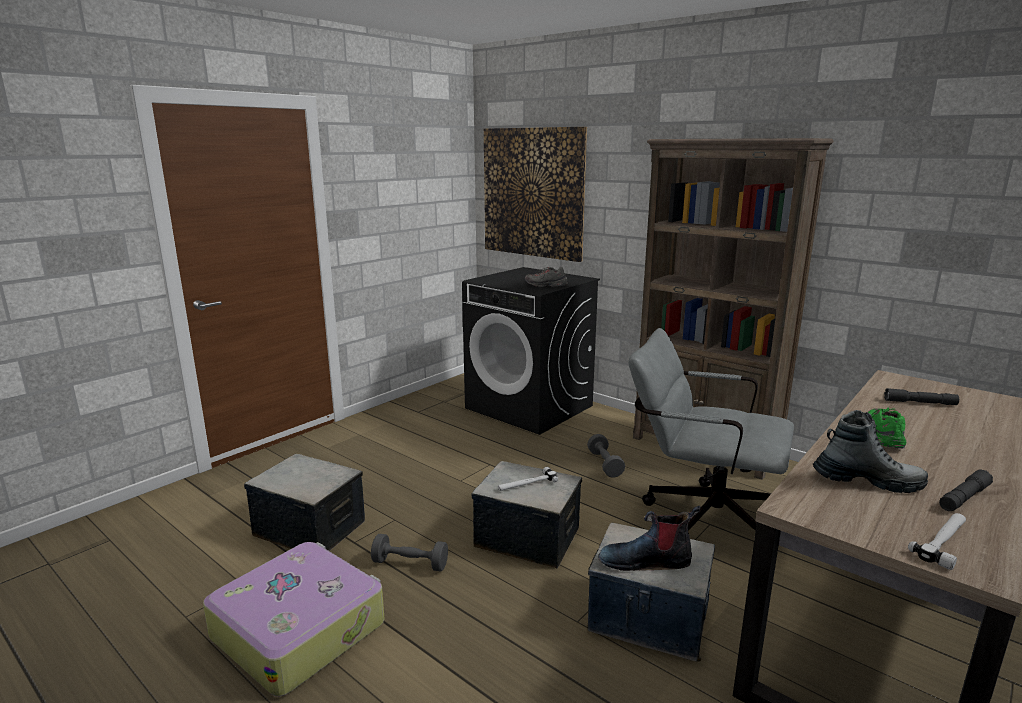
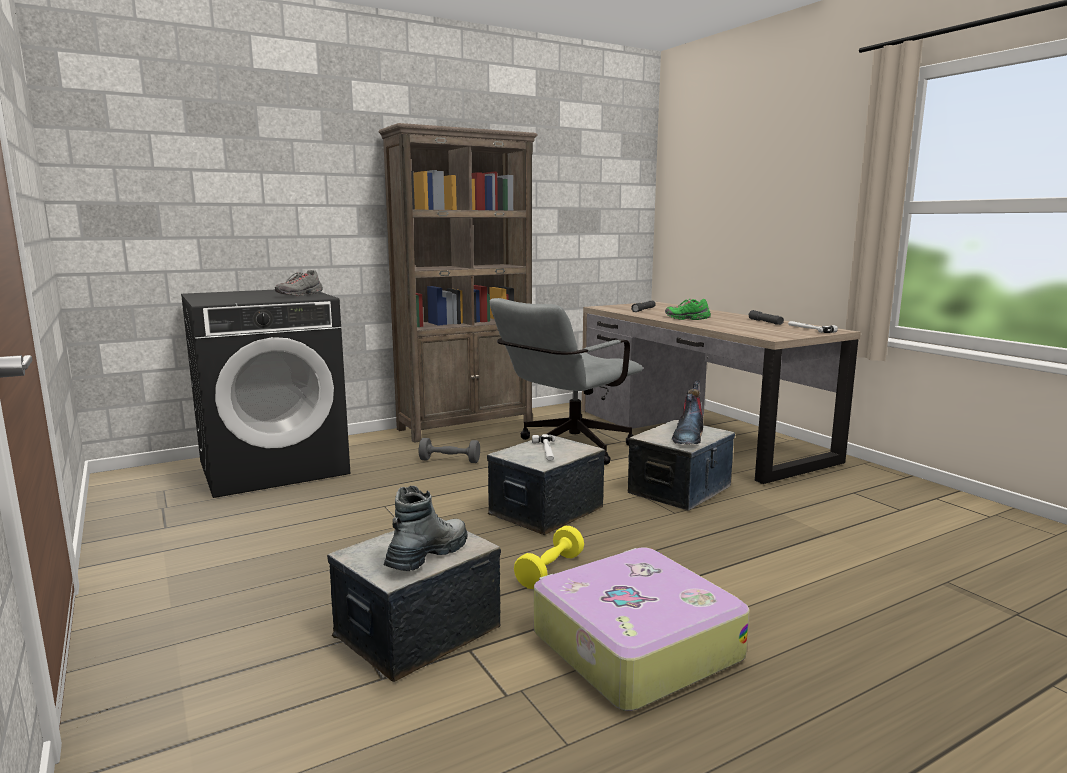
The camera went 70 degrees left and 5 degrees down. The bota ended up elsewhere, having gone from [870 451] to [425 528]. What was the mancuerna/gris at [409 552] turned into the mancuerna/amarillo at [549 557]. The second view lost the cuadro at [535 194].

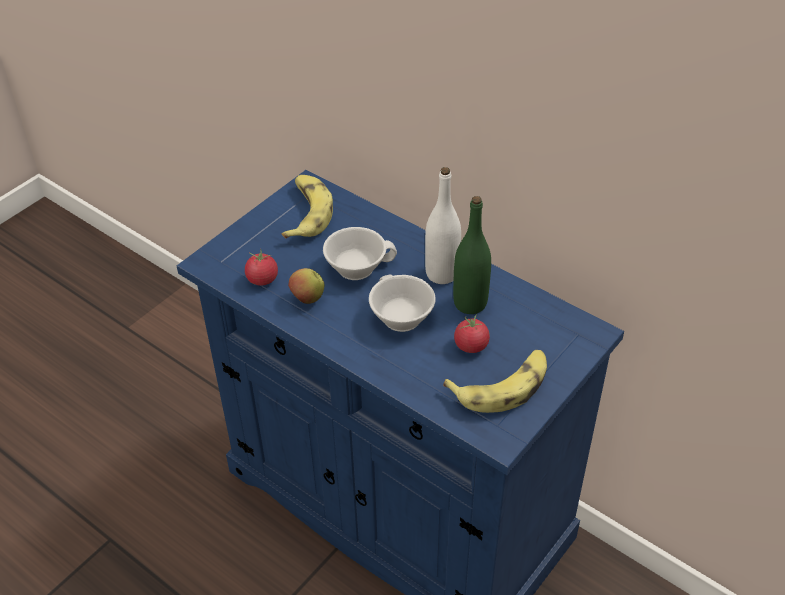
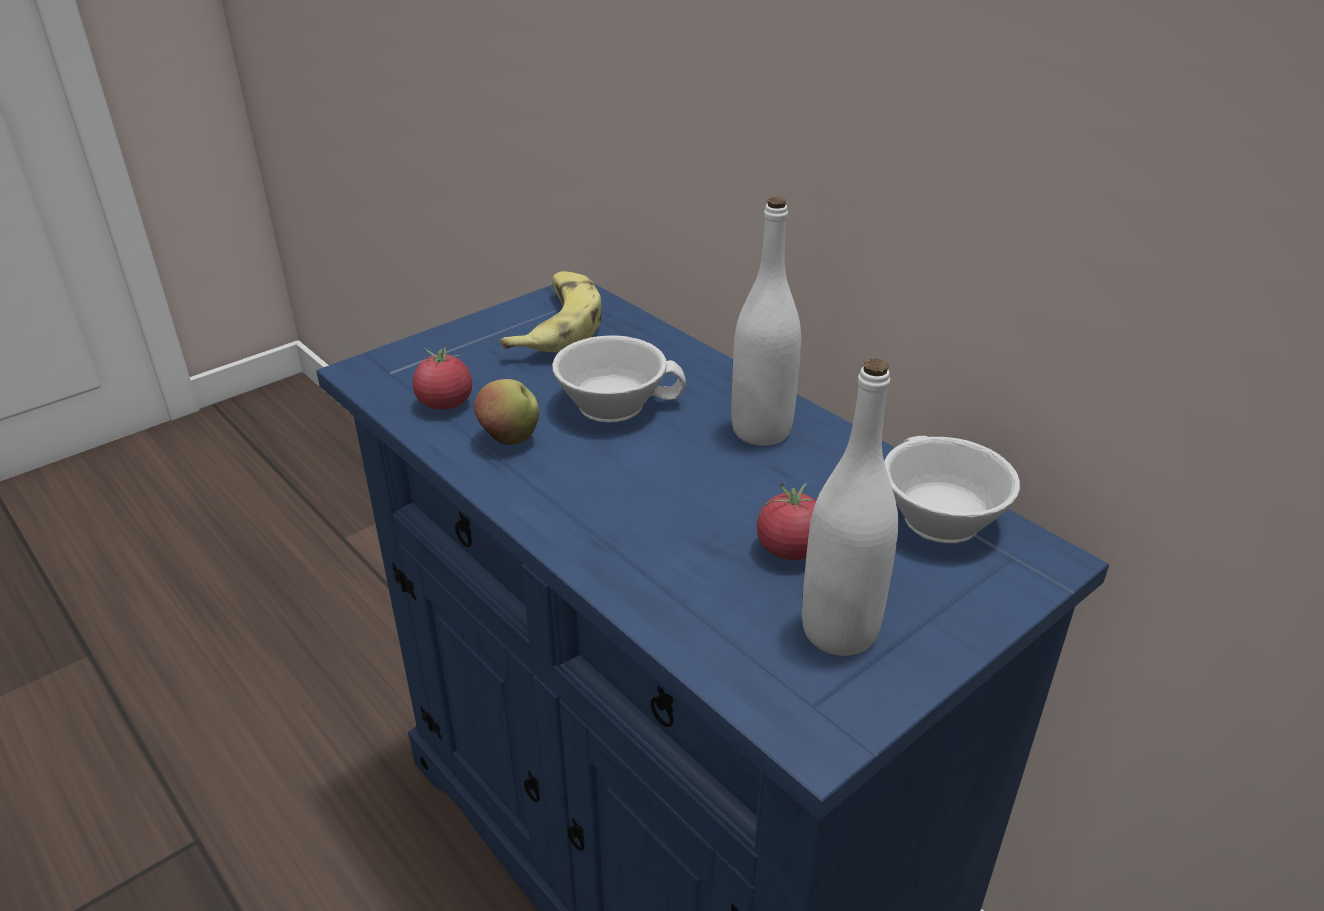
The camera went 10 degrees right and 10 degrees down. Where the plátano stood at [495 381], the botella/blanco came to stand at [850 507]. The taza/blanco ended up elsewhere, having gone from [402 303] to [952 489]. The second view lost the botella/verde at [472 255].

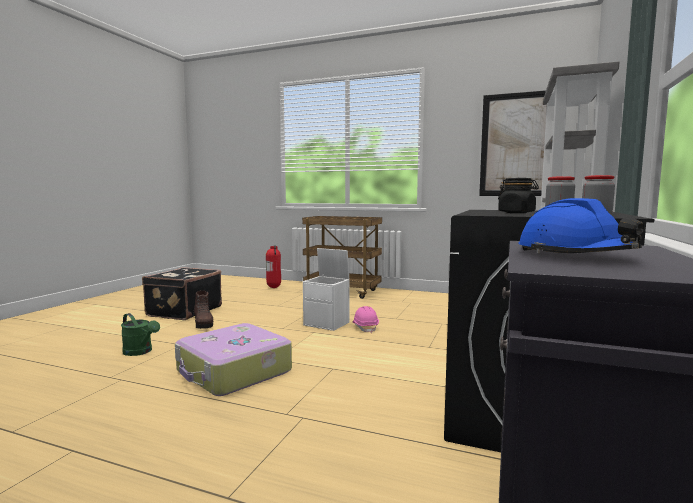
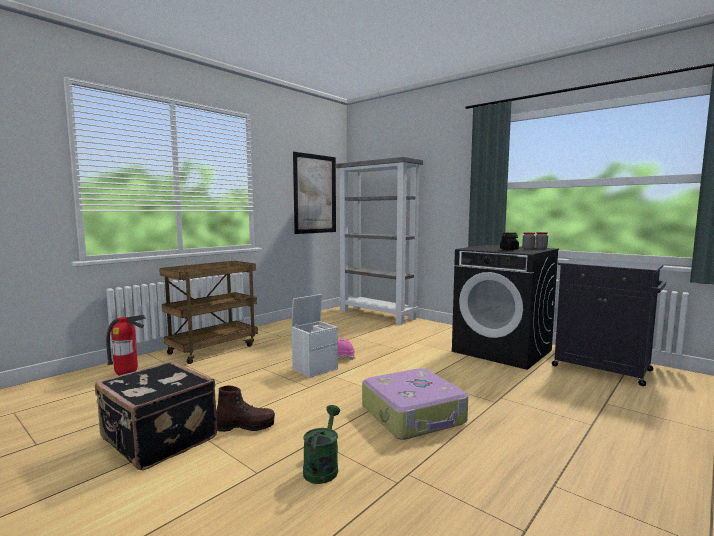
The camera went 70 degrees left and 0 degrees up. The regadera/verde at [140 334] ended up facing another way, 45 degrees counterclockwise from before. The second view lost the casco/azul at [581 226].

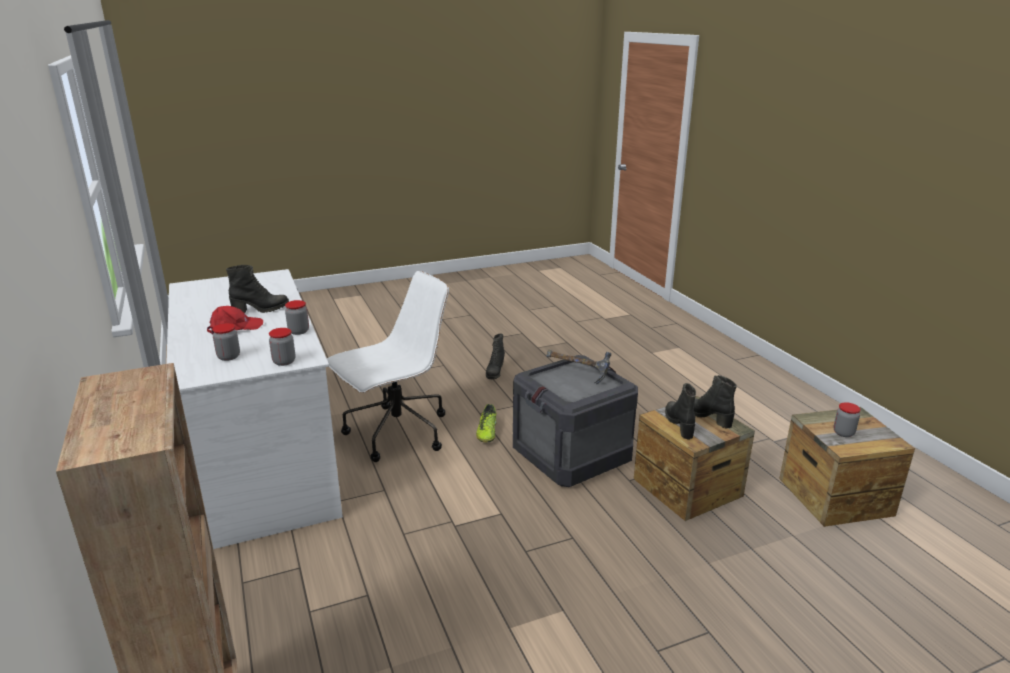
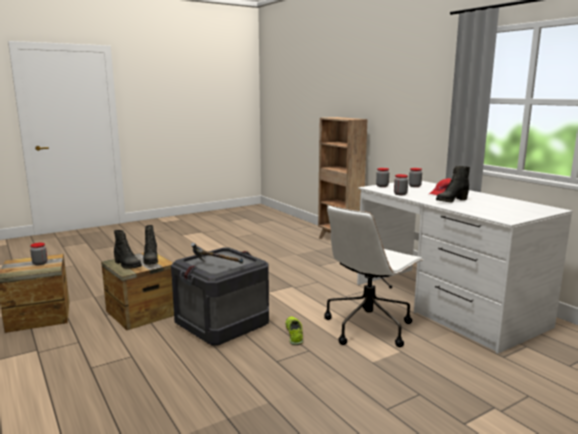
The camera went 170 degrees right and 10 degrees down. The second view lost the bota/negro at [495 356].

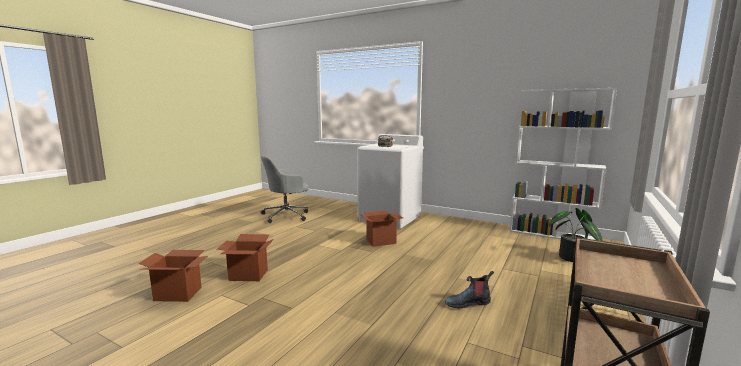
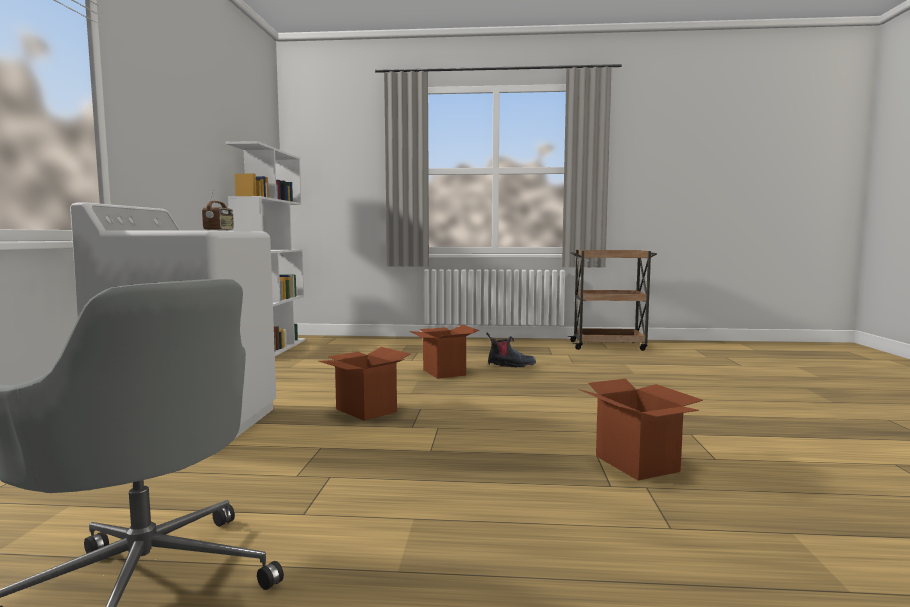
The camera went 115 degrees left and 5 degrees down. The caja de cartón ended up elsewhere, having gone from [173 276] to [444 352]. The bota at [469 289] ended up facing another way, 60 degrees counterclockwise from before. The second view lost the planta en maceta at [576 235].

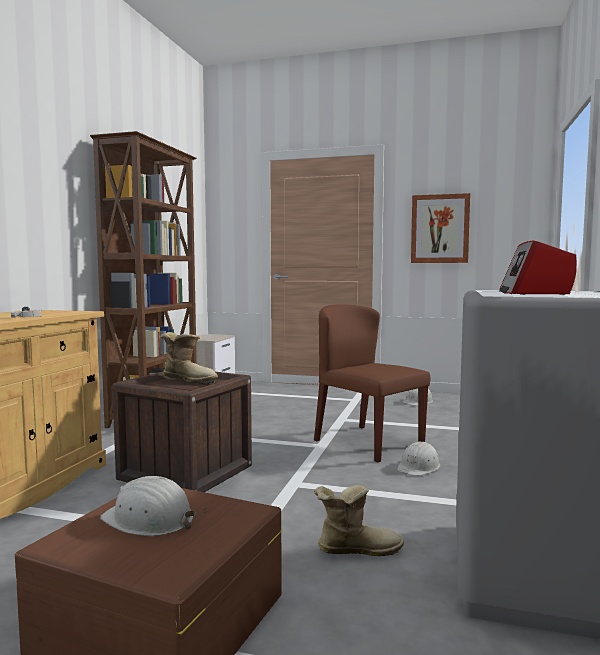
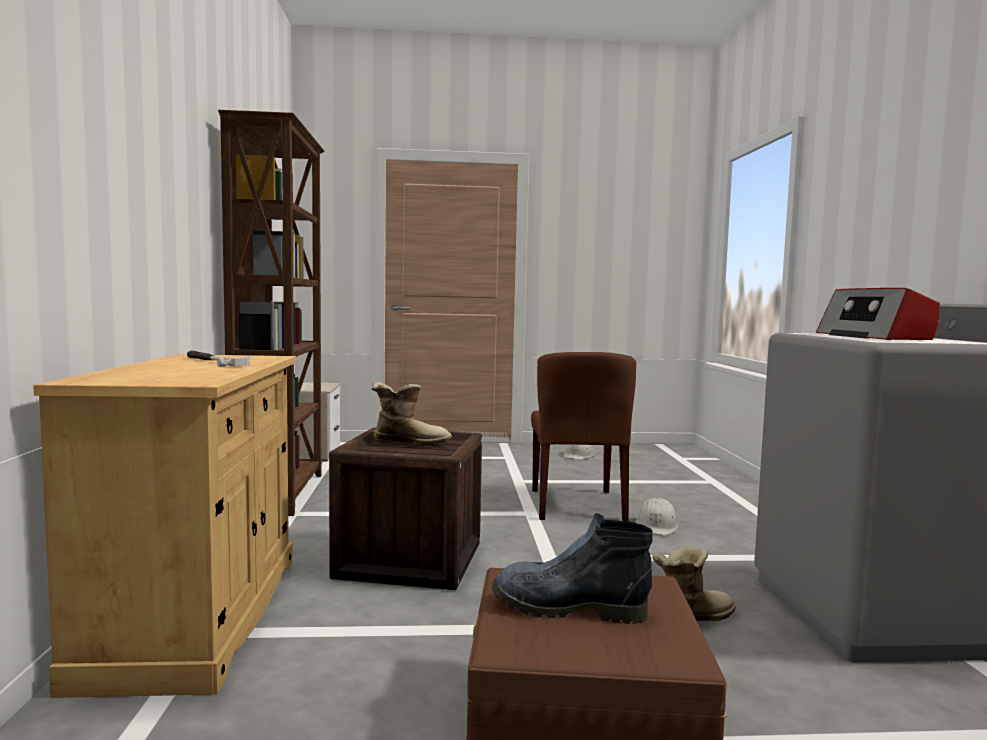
The camera went 20 degrees left and 0 degrees up. Where the casco/blanco stood at [148 506], the bota came to stand at [572 569]. The silla/marrón at [372 383] ended up facing another way, 120 degrees counterclockwise from before. The second view lost the cuadro at [440 228].

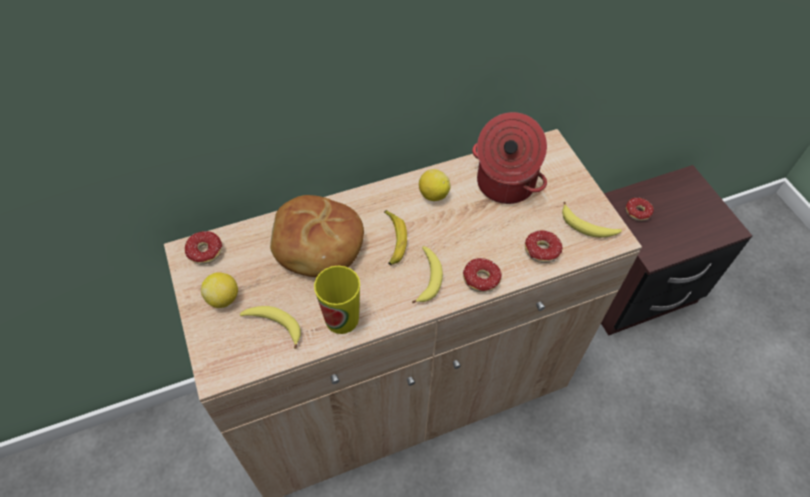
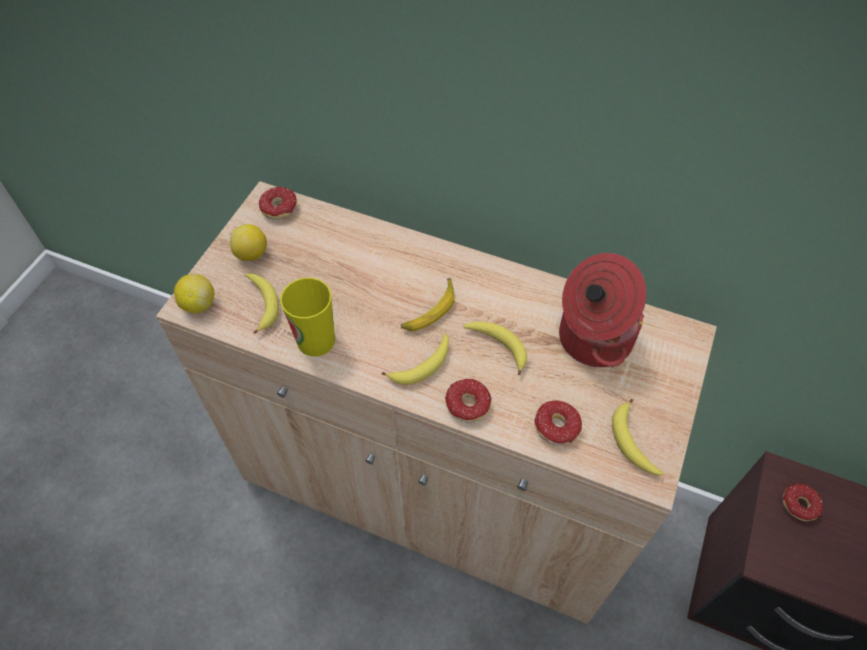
The camera went 45 degrees right and 0 degrees up. The limón ended up elsewhere, having gone from [435 185] to [194 293]. The second view gained the plátano at [495 348]. The second view lost the pan at [317 236].

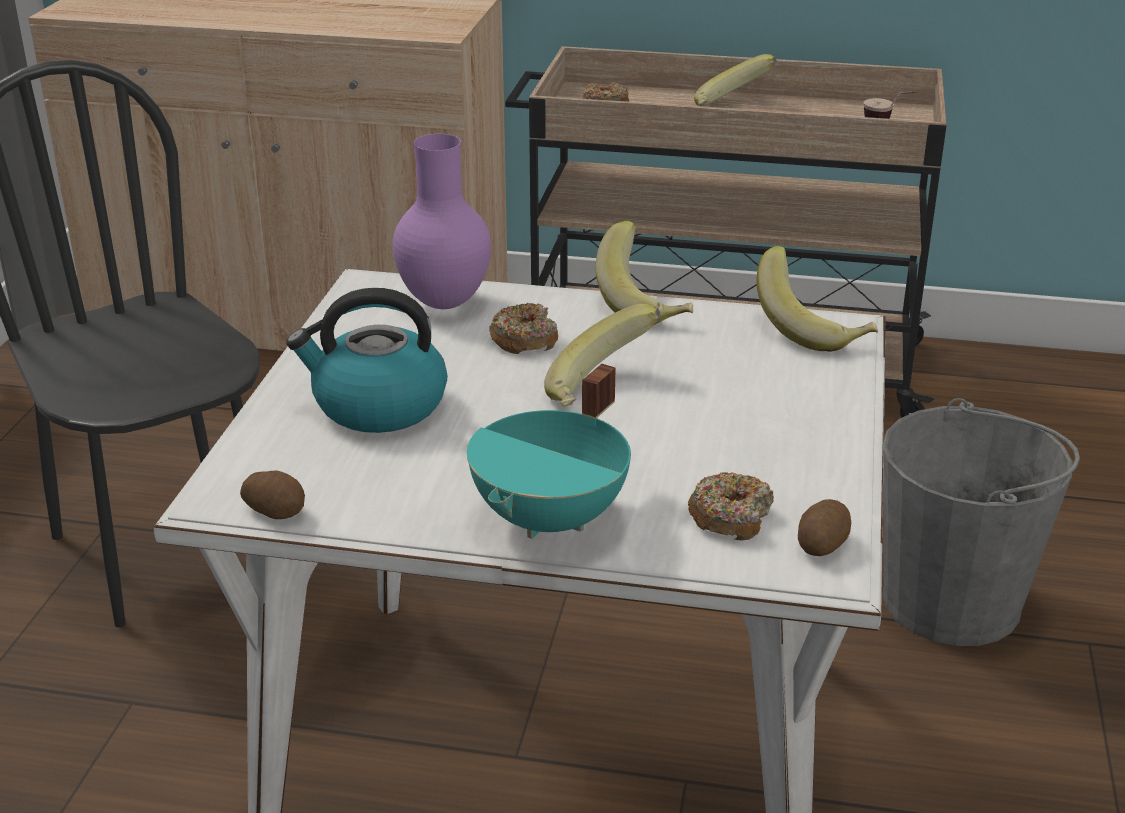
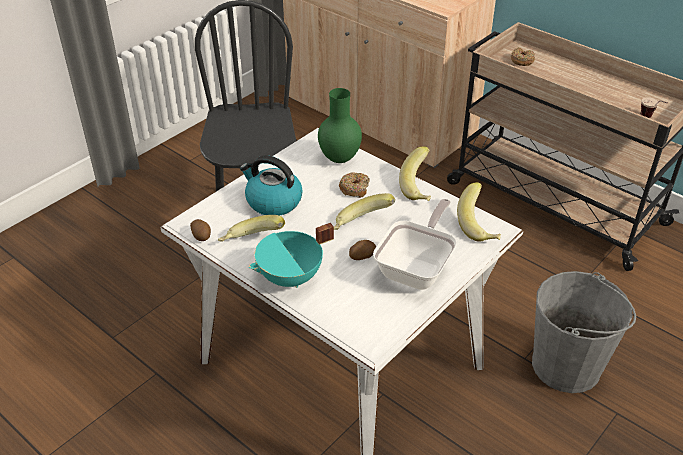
The camera went 30 degrees right and 10 degrees up. The plátano ended up elsewhere, having gone from [735 80] to [251 228]. What was the florero/morado at [442 221] turned into the florero/verde at [340 125]. The patata ended up elsewhere, having gone from [824 527] to [362 250]. The second view gained the sartén at [415 244]. The second view lost the rosquilla at [731 506].

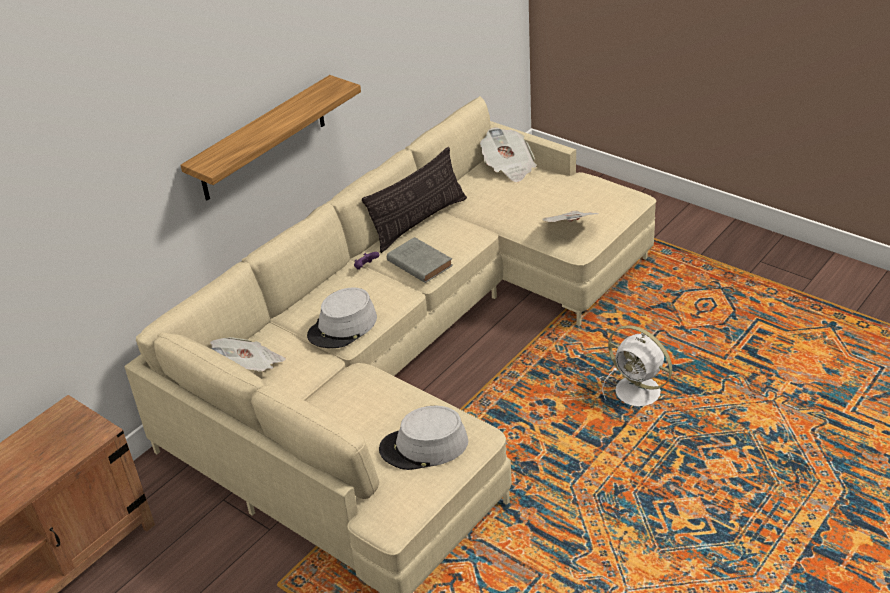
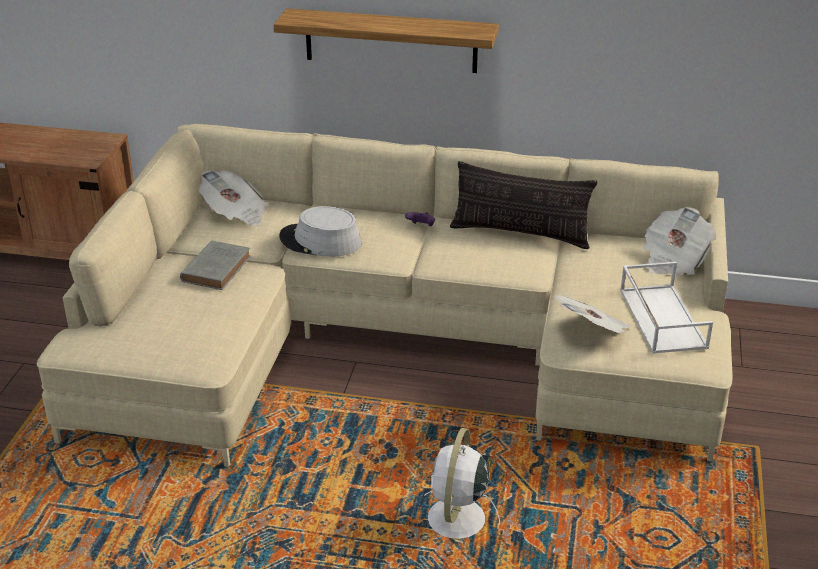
The camera went 60 degrees right and 5 degrees down. The libro/gris ended up elsewhere, having gone from [420 260] to [215 265]. The second view gained the bandeja/blanco at [666 308]. The second view lost the sombrero/gris at [423 438].

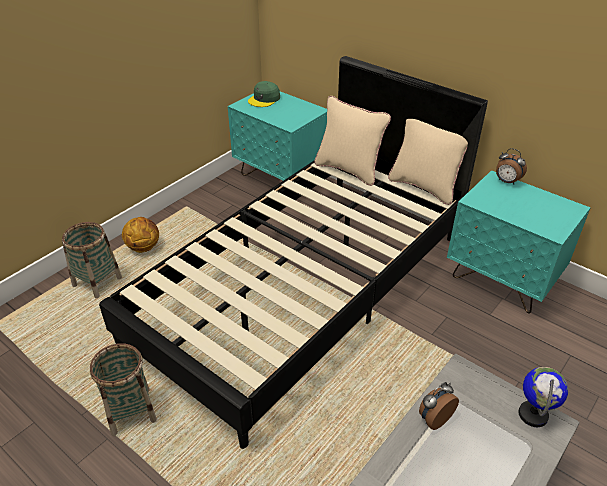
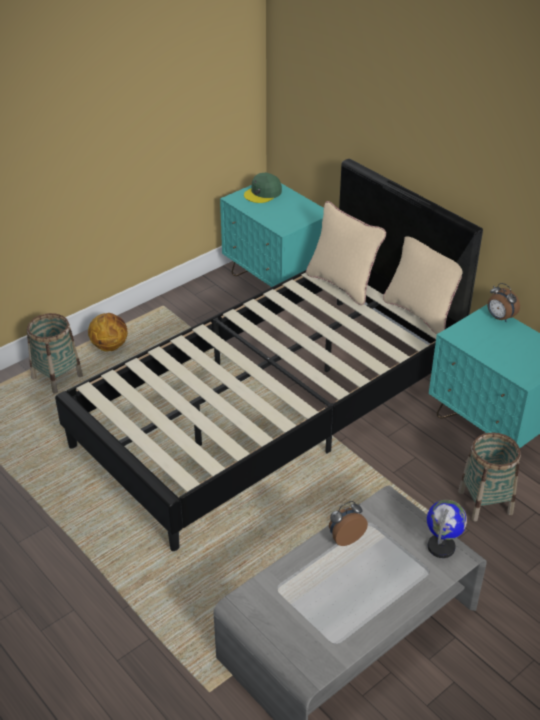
The camera went 10 degrees right and 0 degrees up. The cesta ended up elsewhere, having gone from [123 389] to [489 477].

